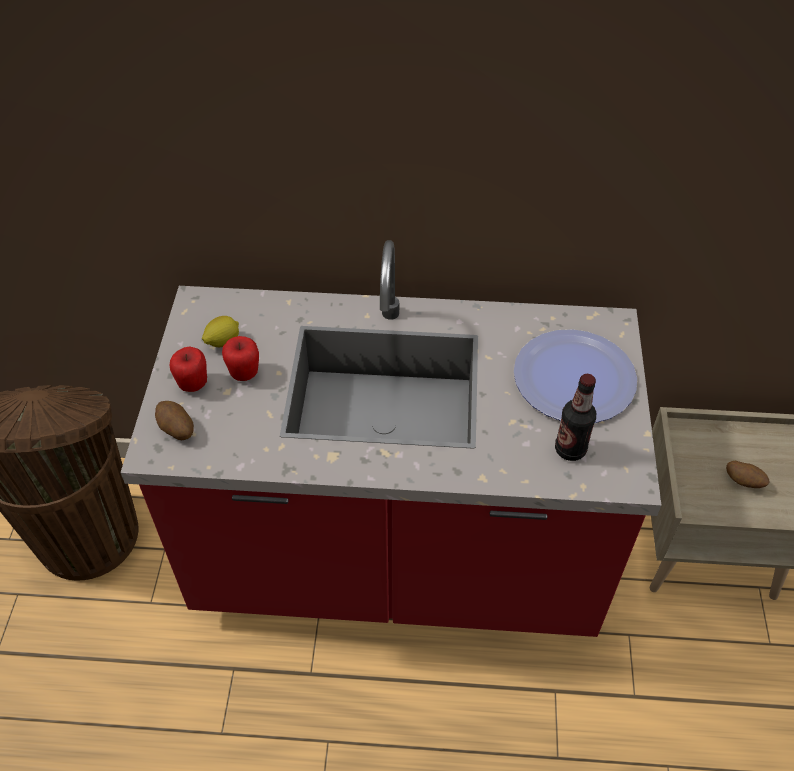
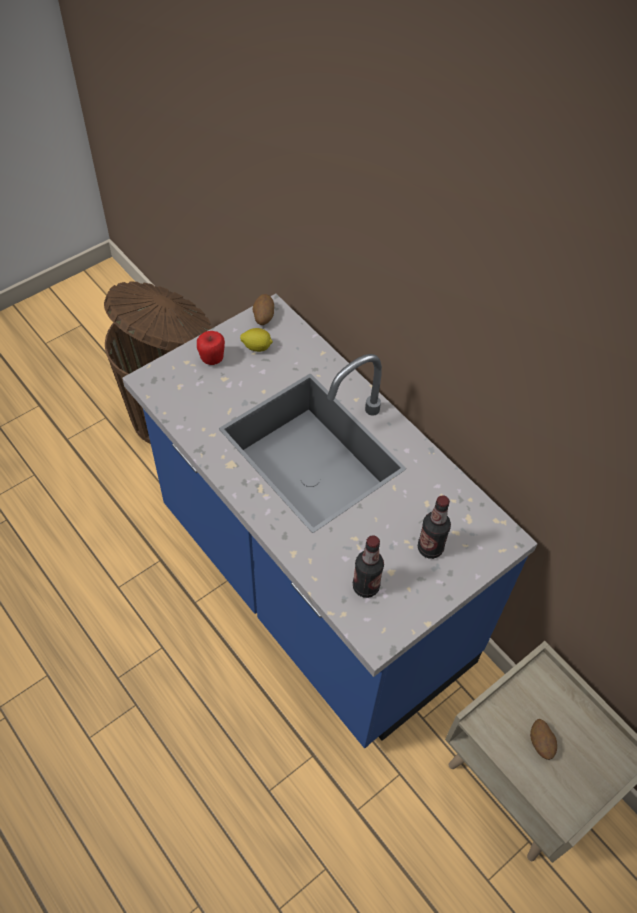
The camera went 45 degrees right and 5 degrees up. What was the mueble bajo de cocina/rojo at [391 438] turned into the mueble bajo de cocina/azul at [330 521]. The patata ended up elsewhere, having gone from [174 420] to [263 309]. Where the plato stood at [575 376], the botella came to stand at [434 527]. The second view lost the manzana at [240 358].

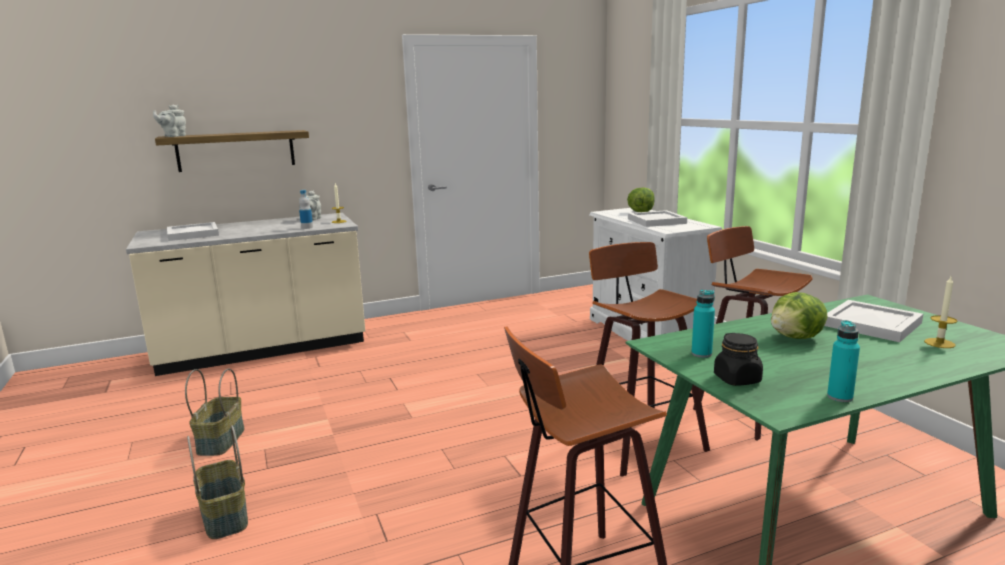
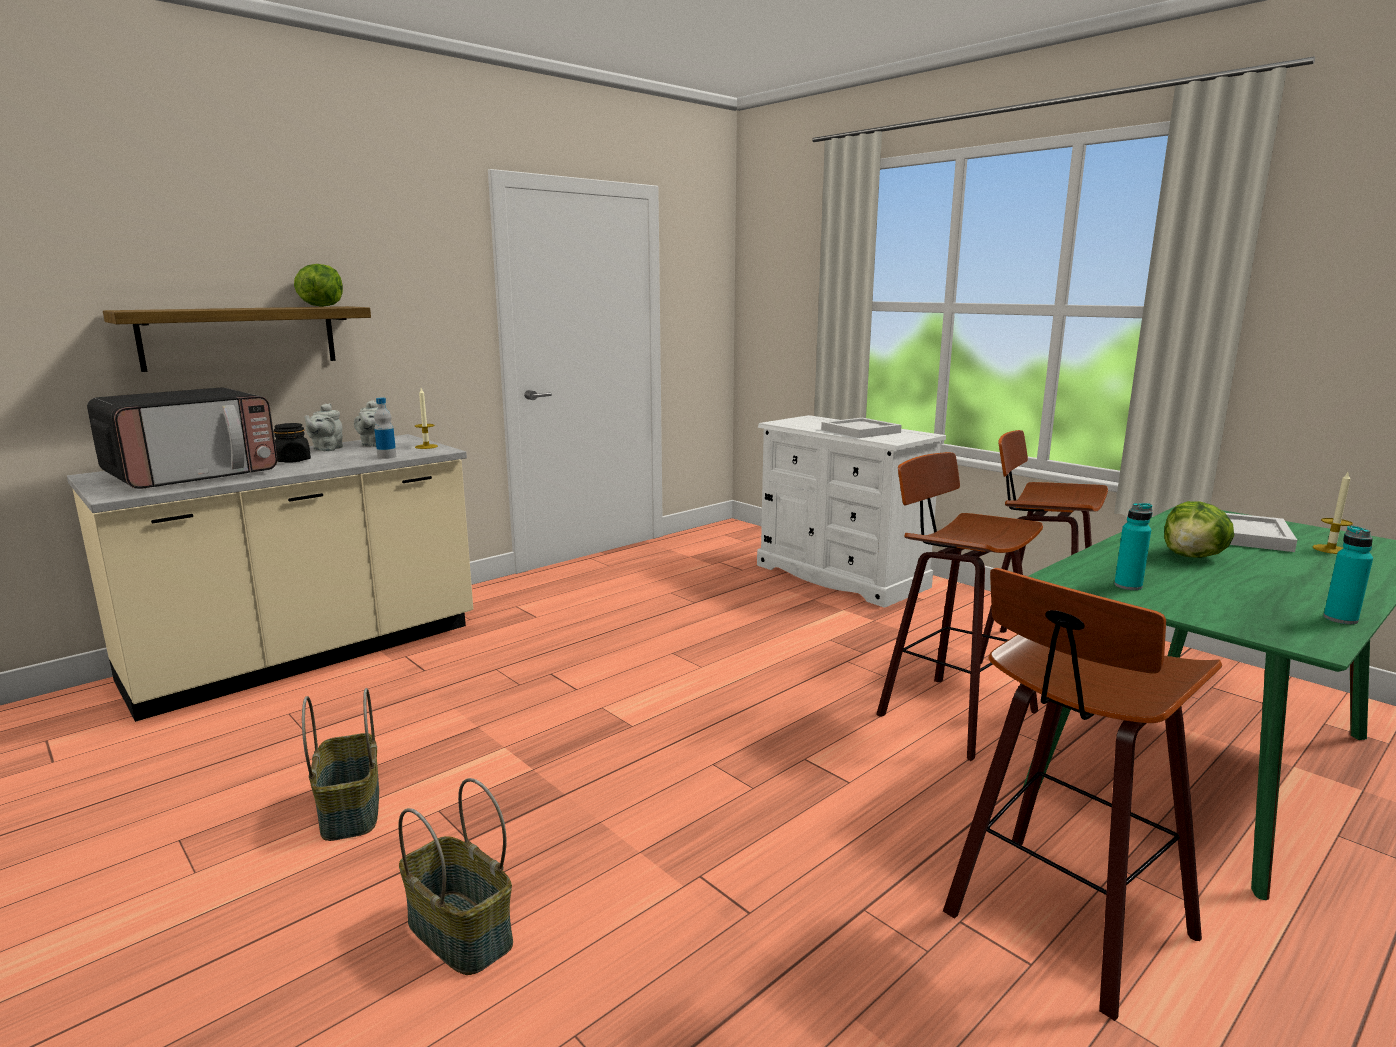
The camera went 20 degrees left and 0 degrees up. Where the bandeja/blanco stood at [193 231], the microondas came to stand at [182 438]. The tarro/negro ended up elsewhere, having gone from [738 359] to [292 443]. The lechuga ended up elsewhere, having gone from [641 199] to [318 285]. The tetera/gris ended up elsewhere, having gone from [169 121] to [323 427].

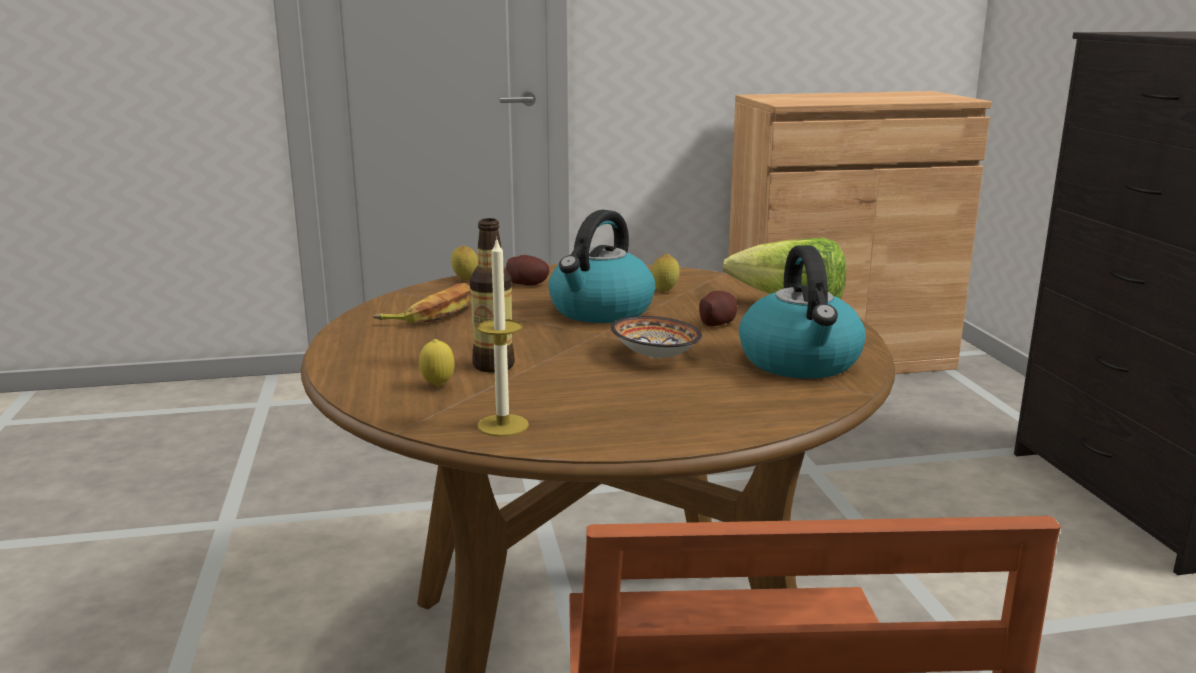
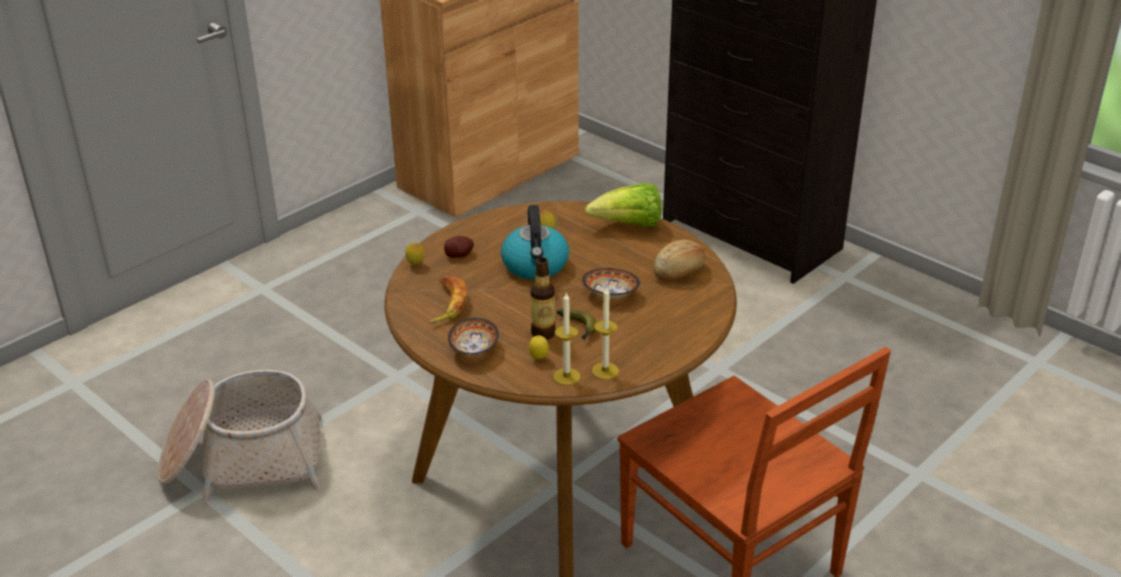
The camera went 35 degrees left and 15 degrees up. The second view gained the cesta at [240 435]. The second view gained the cuenco at [473 337]. The second view gained the vela at [566 339]. The second view gained the plátano at [576 324]. Where the hervidor stood at [802 312], the pan came to stand at [680 260]. The second view lost the patata at [718 308].

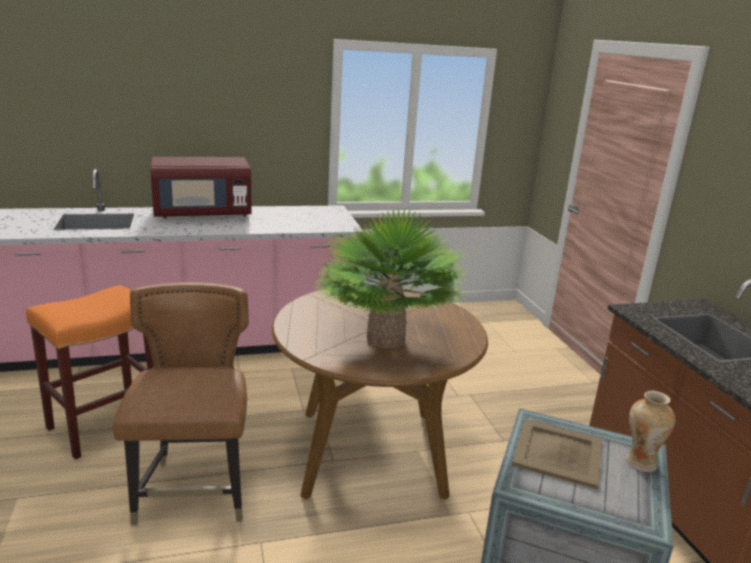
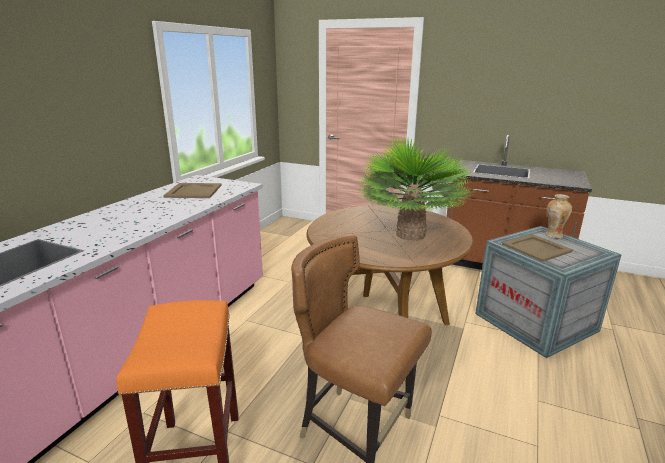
The camera went 50 degrees left and 0 degrees up. The second view gained the bandeja/beis at [192 190]. The second view lost the microondas/rojo at [201 187].

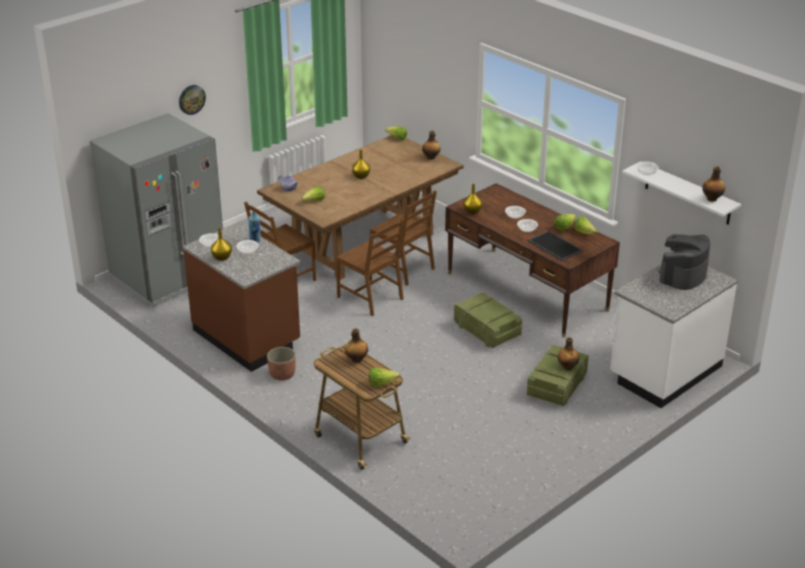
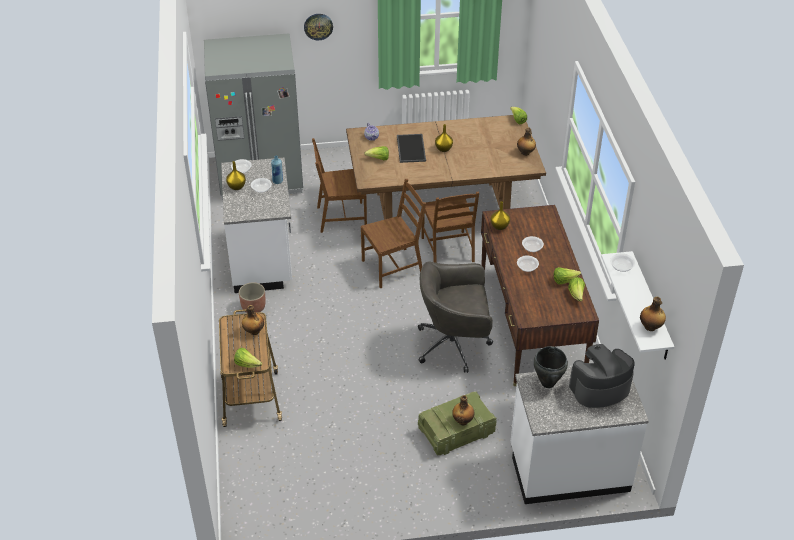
The camera went 35 degrees right and 10 degrees up. What was the mueble bajo de cocina/marrón at [241 297] turned into the mueble bajo de cocina/blanco at [256 225]. The silla/marrón at [370 267] ended up facing another way, 105 degrees counterclockwise from before. The bandeja ended up elsewhere, having gone from [555 246] to [411 148]. Where the caja de embalaje stood at [488 320], the silla de oficina/gris came to stand at [455 317]. The second view gained the olla/negro at [550 367].

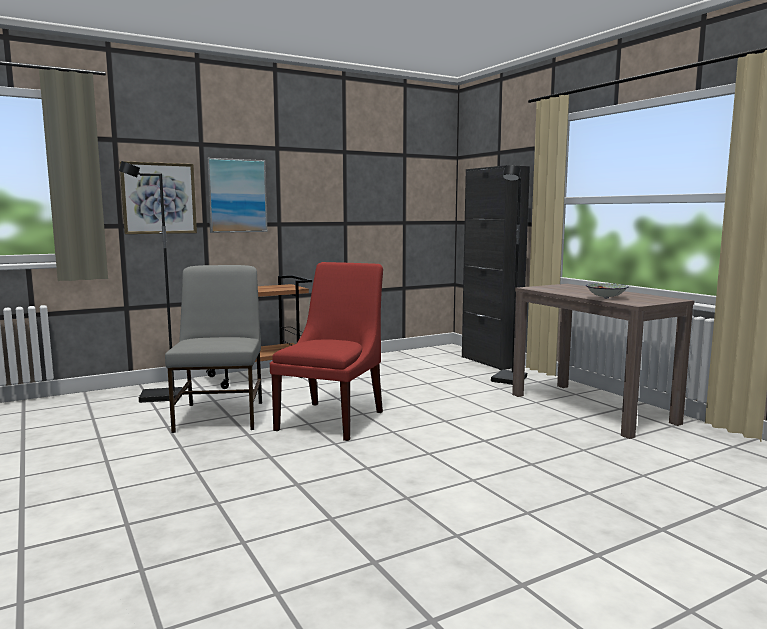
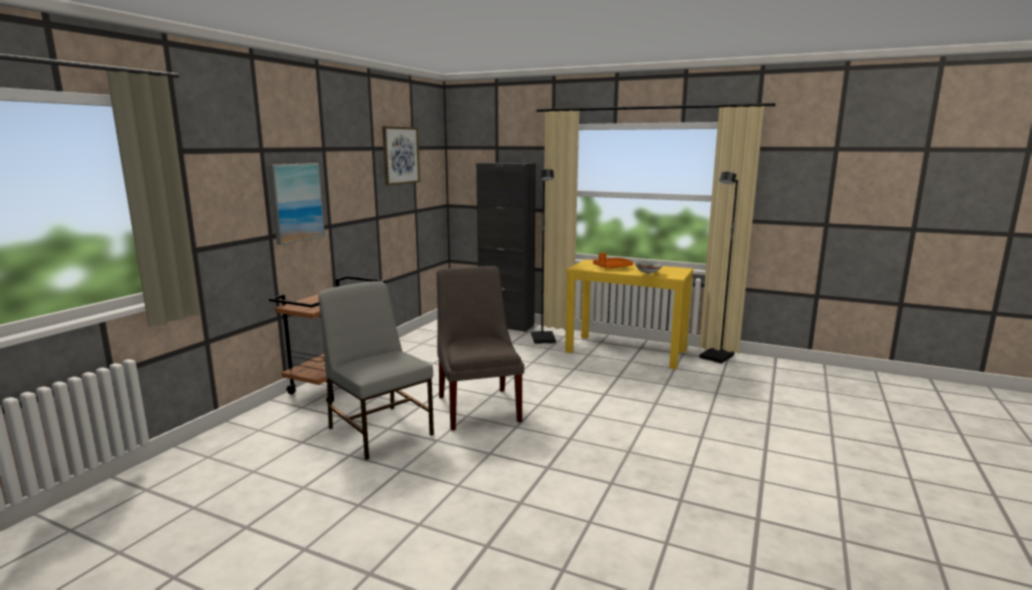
The camera went 35 degrees left and 5 degrees up. The cuadro ended up elsewhere, having gone from [158 197] to [401 156]. What was the silla/rojo at [326 351] turned into the silla/gris at [480 348]. What was the mesa consola/marrón at [603 361] turned into the mesa consola/amarillo at [629 314]. The second view gained the bandeja/naranja at [613 260]. The lámpara de pie/negro ended up elsewhere, having gone from [150 282] to [718 268].

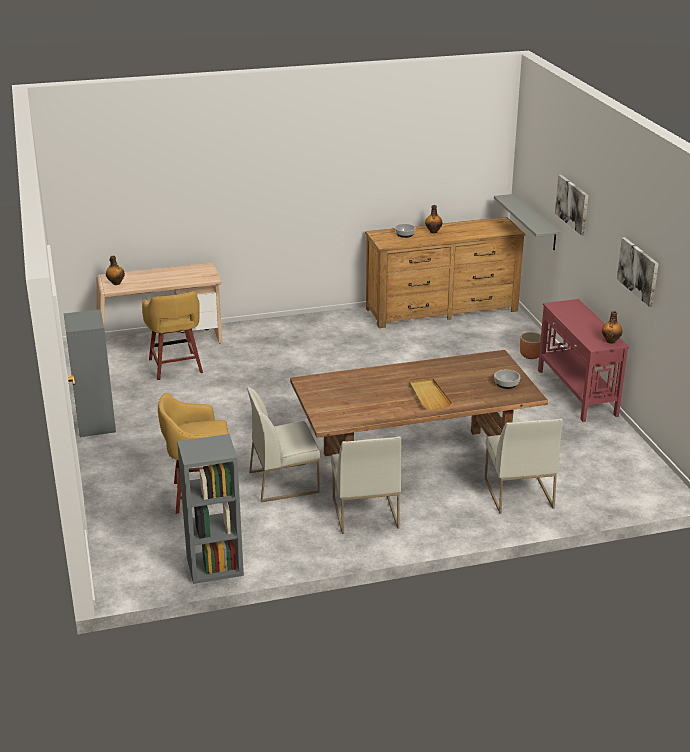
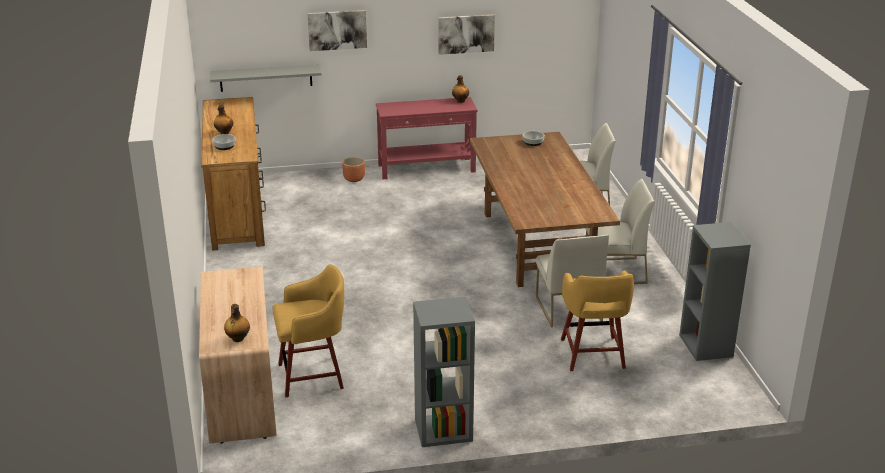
The camera went 85 degrees left and 0 degrees up. The second view lost the bandeja/beis at [430 394].

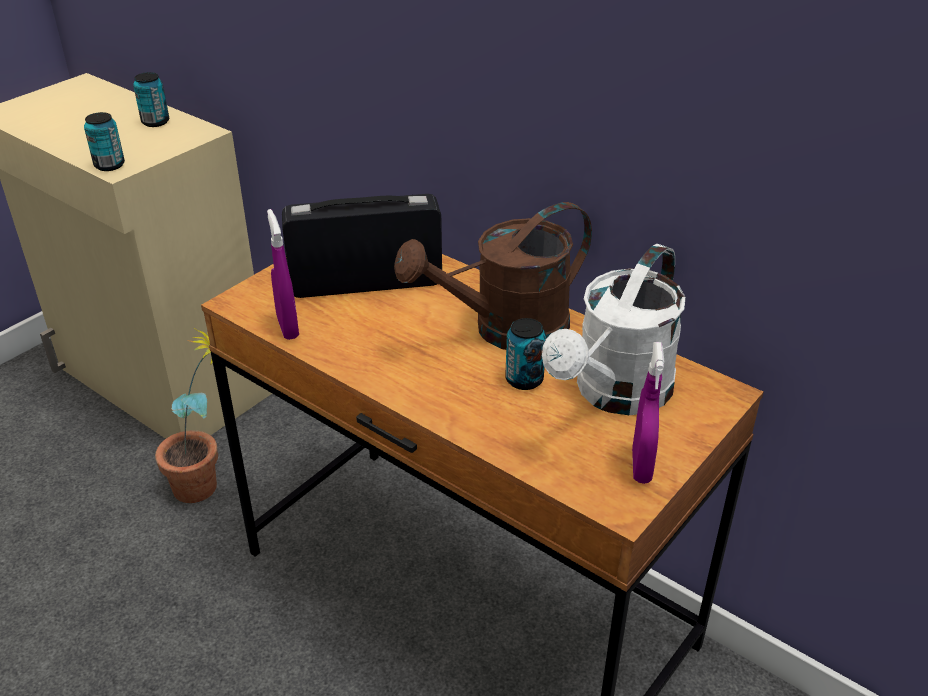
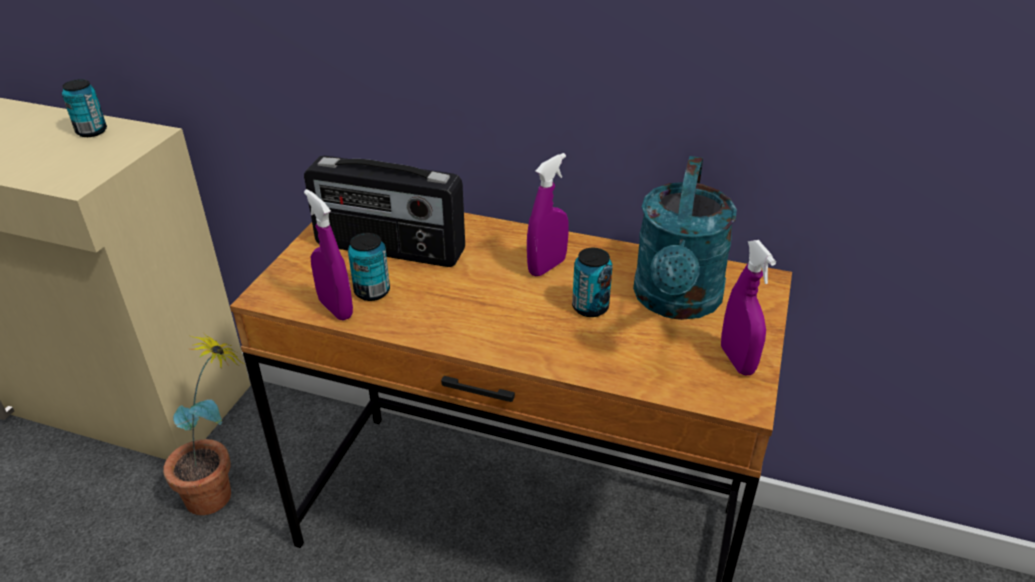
The camera went 20 degrees left and 0 degrees up. The radio at [362 246] ended up facing another way, 135 degrees counterclockwise from before. The lata ended up elsewhere, having gone from [104 141] to [369 267]. Where the regadera/marrón stood at [493 276], the pulverizador/morado came to stand at [547 215]. What was the regadera/blanco at [614 329] turned into the regadera/turquesa at [685 238].

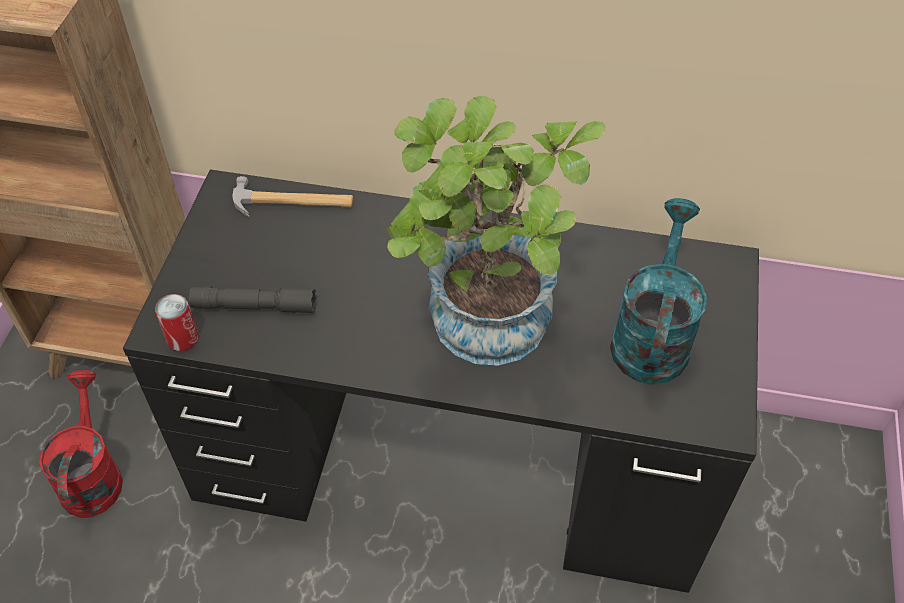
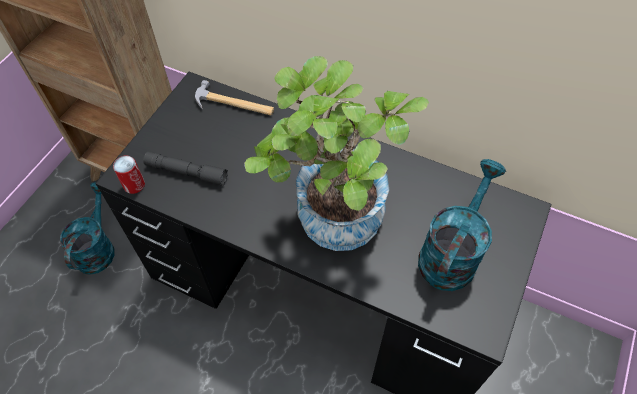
The camera went 15 degrees right and 5 degrees up. What was the regadera/rojo at [81 444] turned into the regadera/turquesa at [87 228].

